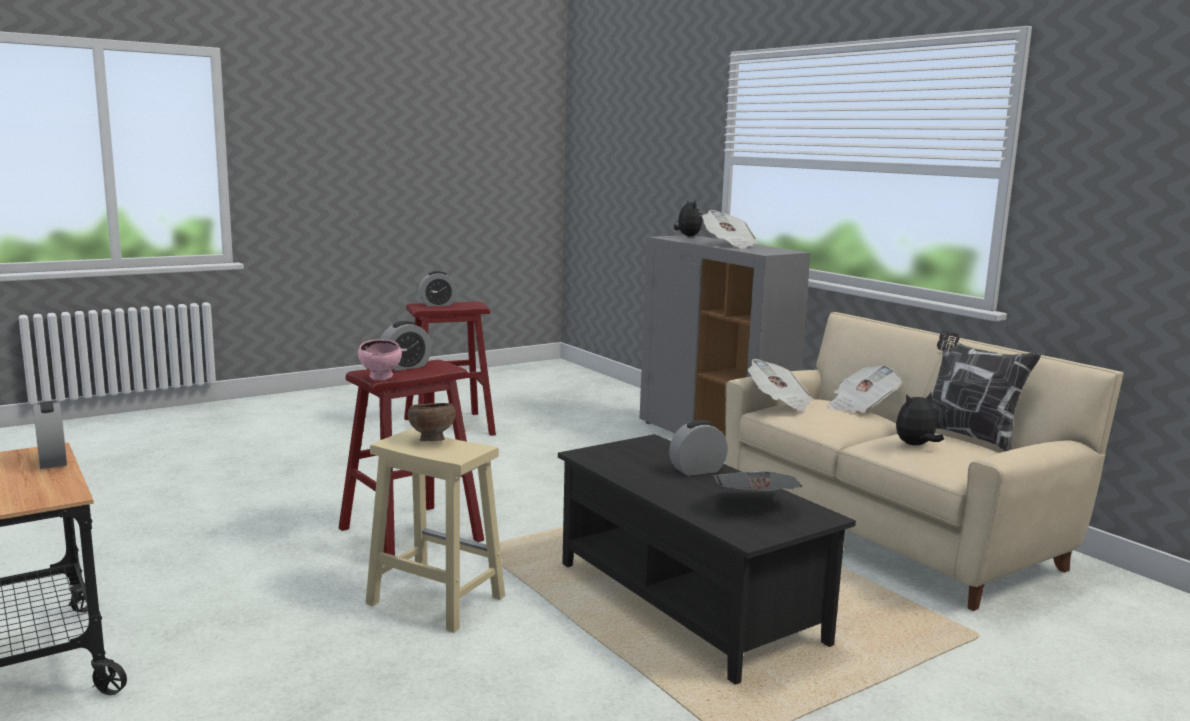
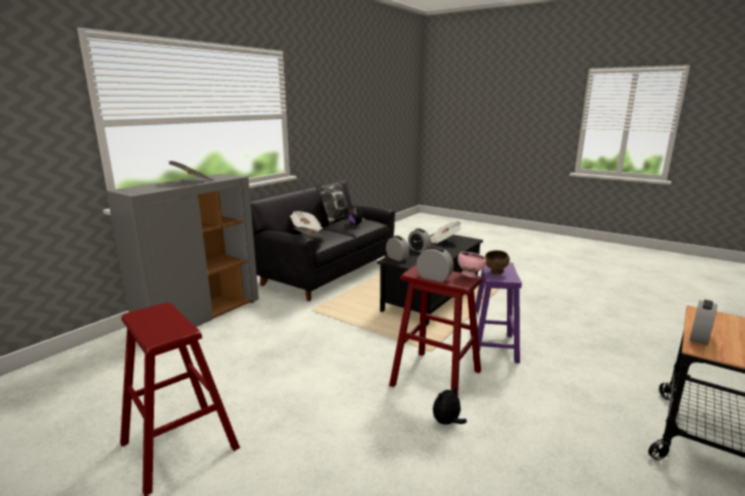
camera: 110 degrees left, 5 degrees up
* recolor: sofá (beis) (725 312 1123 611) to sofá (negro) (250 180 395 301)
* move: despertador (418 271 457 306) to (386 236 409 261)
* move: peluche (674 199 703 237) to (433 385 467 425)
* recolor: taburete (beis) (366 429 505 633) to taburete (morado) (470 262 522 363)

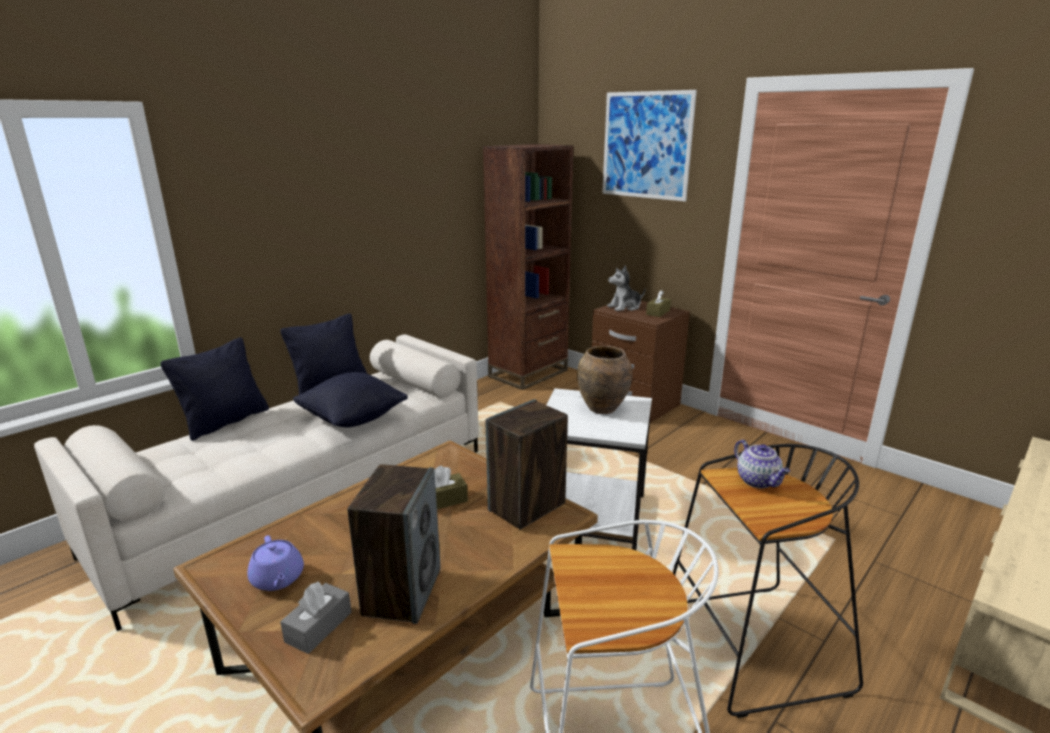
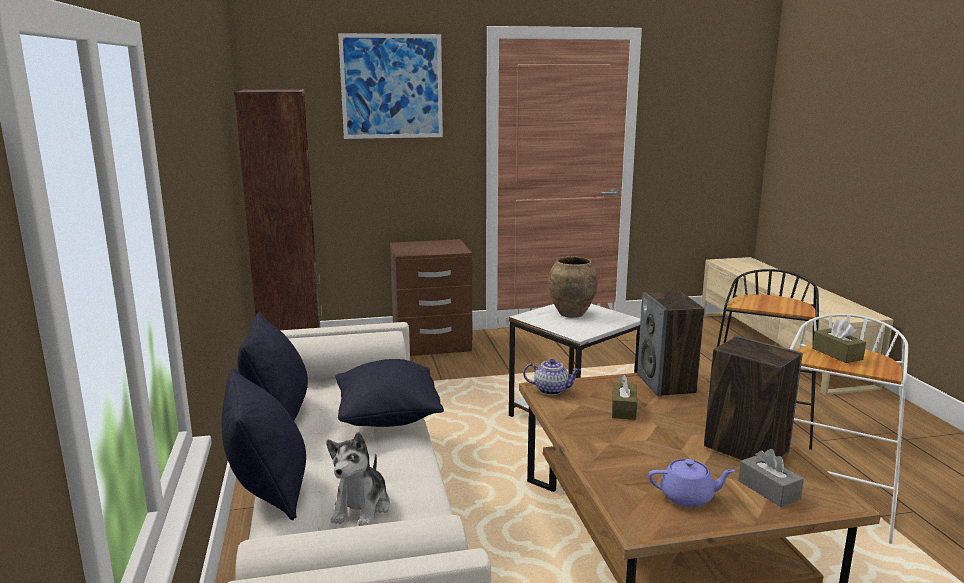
camera: 55 degrees left, 5 degrees down
* move: peluche (607 266 645 311) to (326 432 390 526)
* move: tetera (734 440 790 488) to (523 359 581 395)
* move: caja de pañuelos (marrón) (646 290 671 317) to (812 319 866 363)

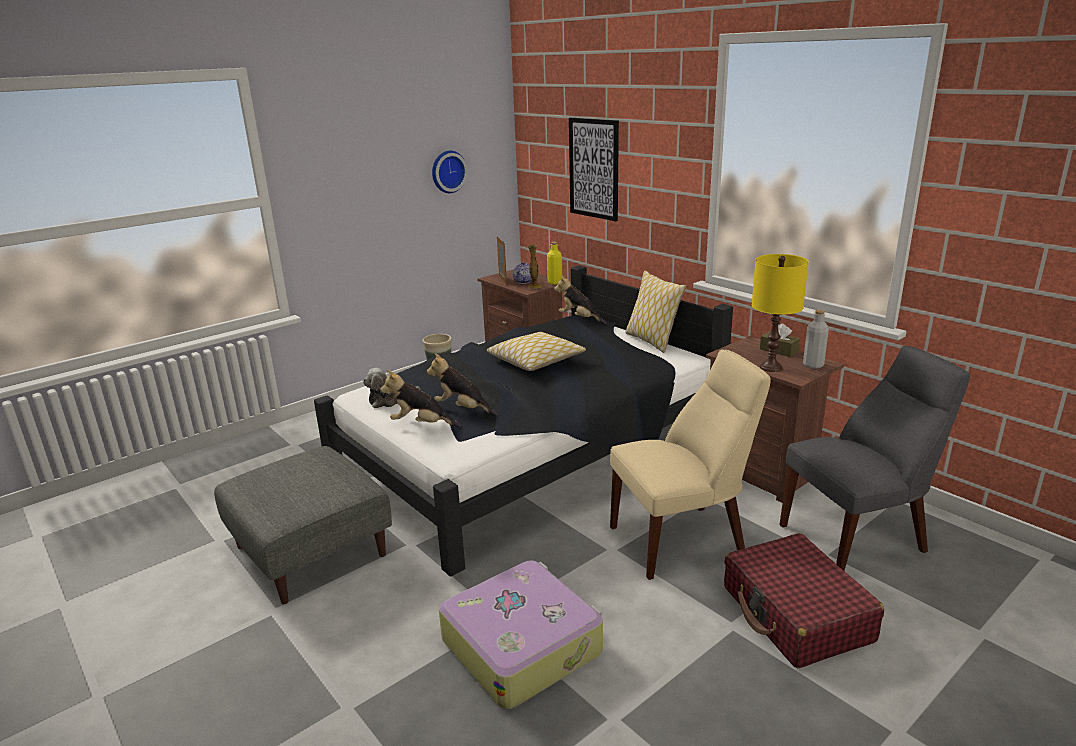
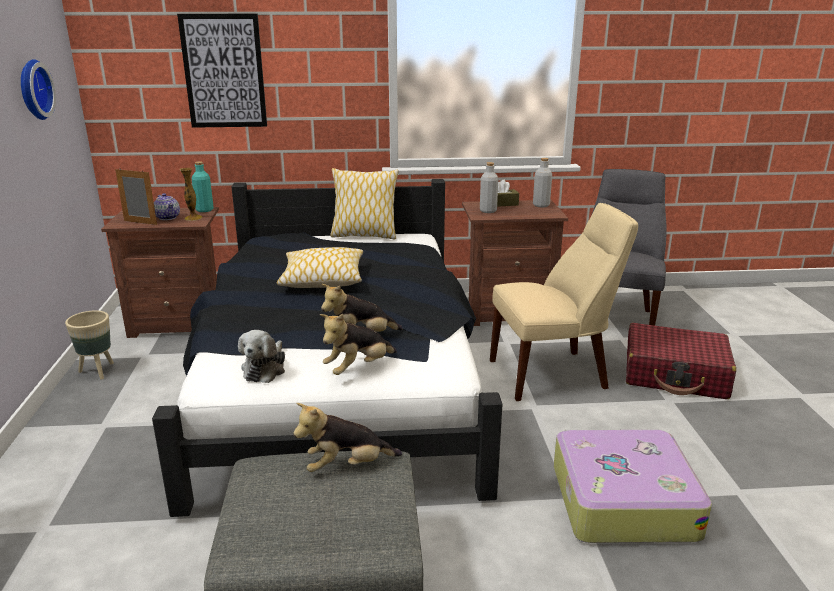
camera: 55 degrees left, 0 degrees up
* recolor: botella (amarillo) (547 242 562 285) to botella (turquesa) (192 162 214 212)
* move: peluche (554 275 606 324) to (293 403 402 472)
* insert: botella (gris) (480 162 498 213)
* rotate: silla (beis) (610 349 771 580) = (490 203 638 401) 60 degrees clockwise
* delete: lámpara de mesa (amarillo) (752 254 809 372)

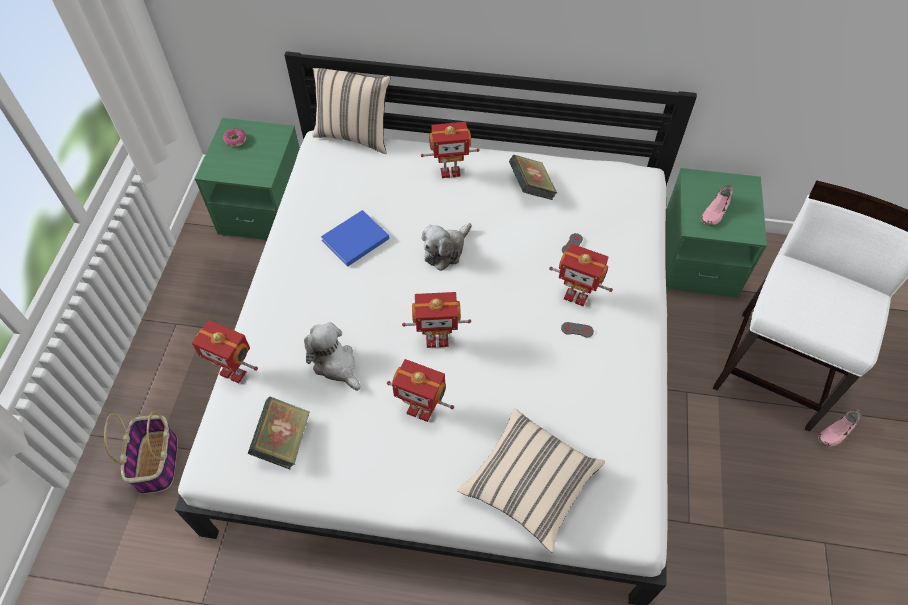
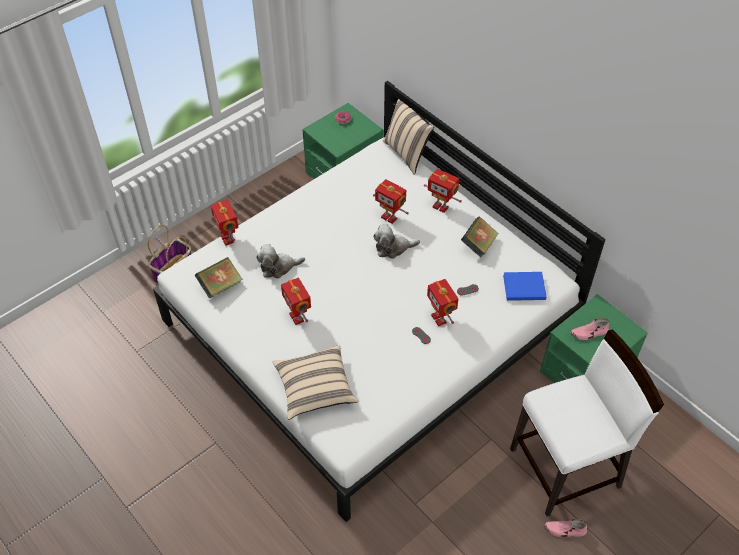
camera: 40 degrees right, 5 degrees down
* rotate: peluche (304 322 360 391) = (256 244 305 278) 105 degrees counterclockwise
* move: robot de juguete (402 292 471 348) to (373 179 409 224)
* move: libro (azul) (321 210 389 267) to (503 272 547 301)

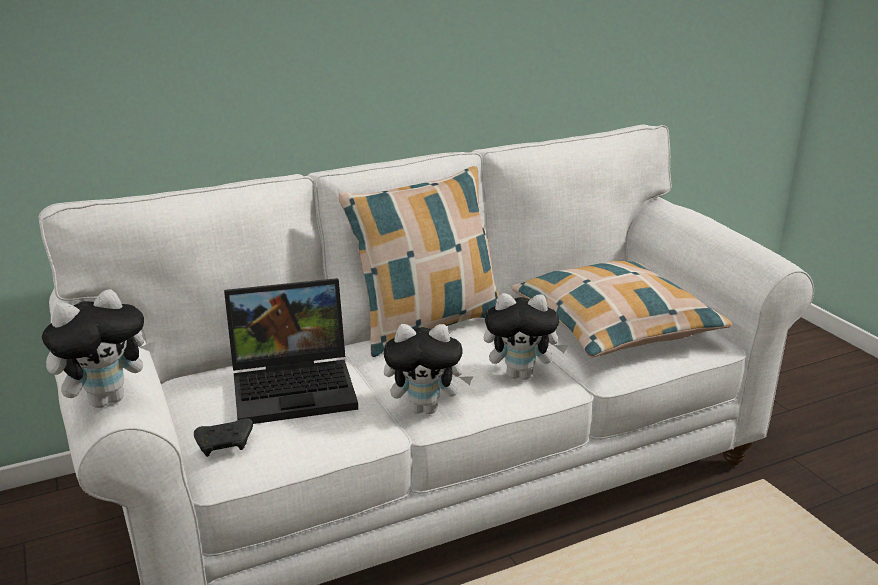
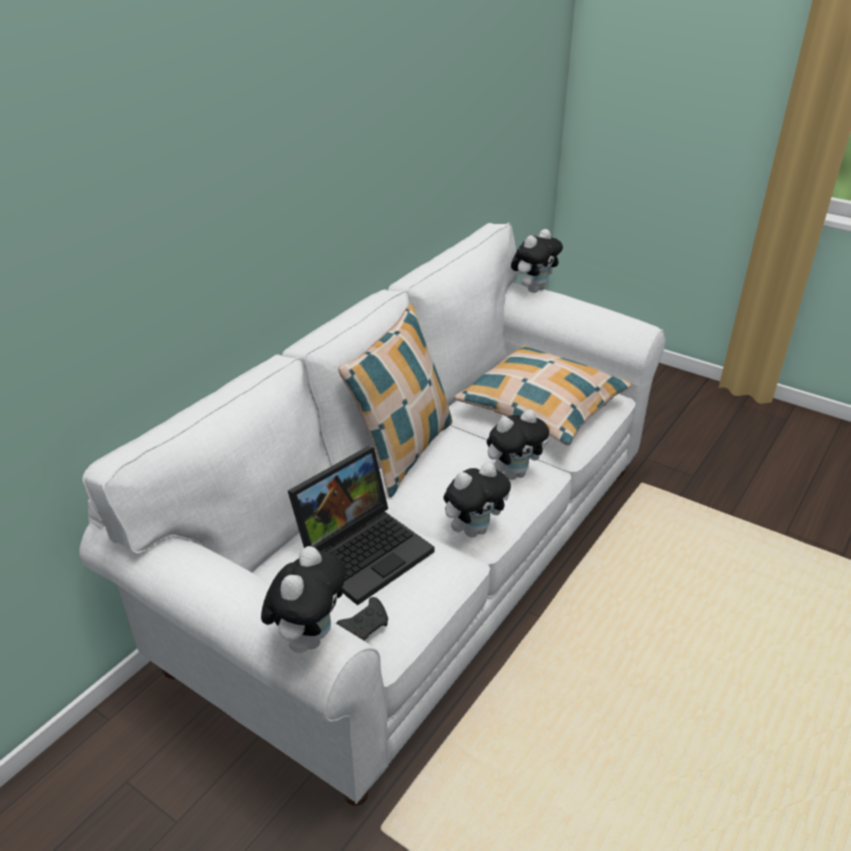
camera: 30 degrees left, 10 degrees up
* insert: peluche (511 229 563 293)

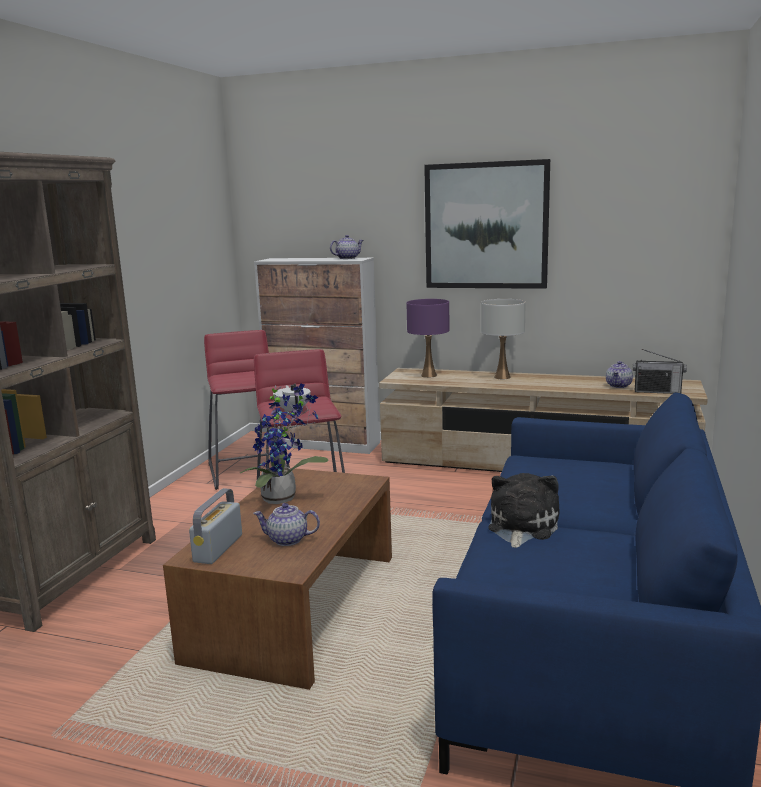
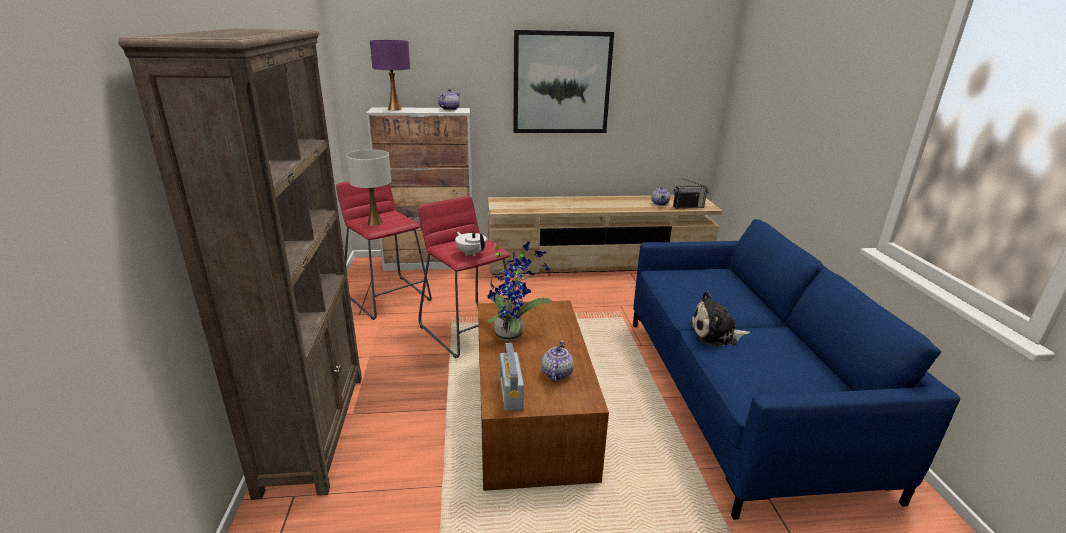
camera: 25 degrees left, 10 degrees up
* move: lámpara de mesa (blanco) (481 299 526 379) to (346 149 391 226)
* move: lámpara de mesa (morado) (406 299 449 378) to (370 40 410 111)
* rotate: tetera (253 503 320 546) = (541 340 574 381) 120 degrees clockwise
* rotate: peluche (489 473 559 548) = (689 291 750 346) 90 degrees counterclockwise

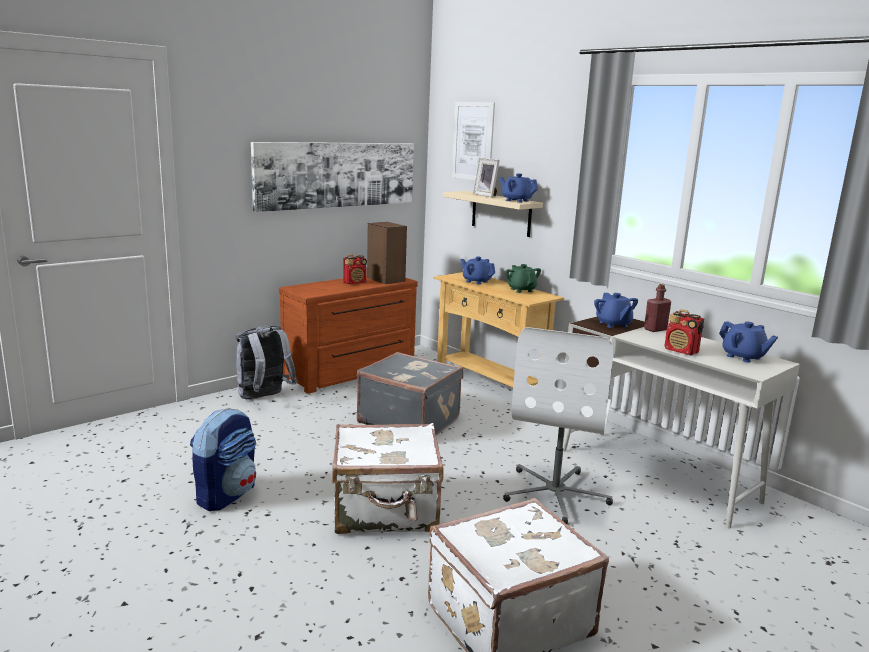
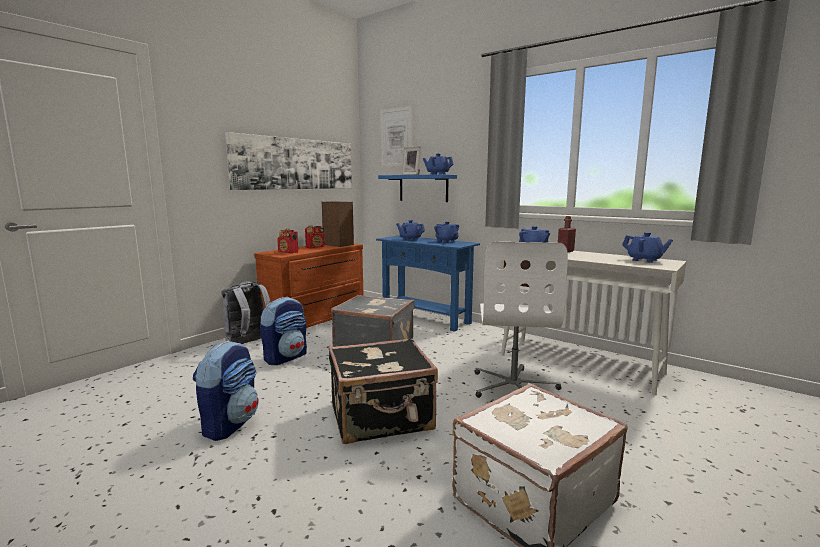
camera: 10 degrees left, 5 degrees down
* insert: mochila (260 297 307 365)
* move: radio (664 309 704 355) to (277 228 298 253)
* recolor: maleta (blanco) (332 423 444 534) to maleta (negro) (329 338 438 444)
* recolor: mesa consola (beis) (434 272 564 387) to mesa consola (azul) (376 235 480 332)
* recolor: estante (beis) (443 191 543 237) to estante (azul) (378 174 457 202)
* recolor: tetera (verde) (505 264 541 293) to tetera (azul) (434 221 459 243)

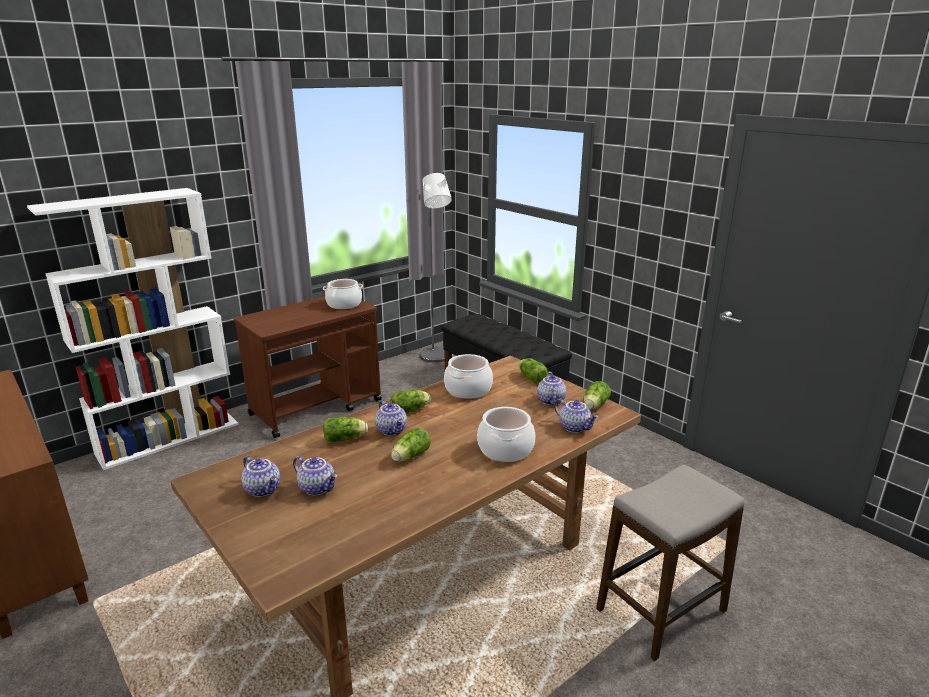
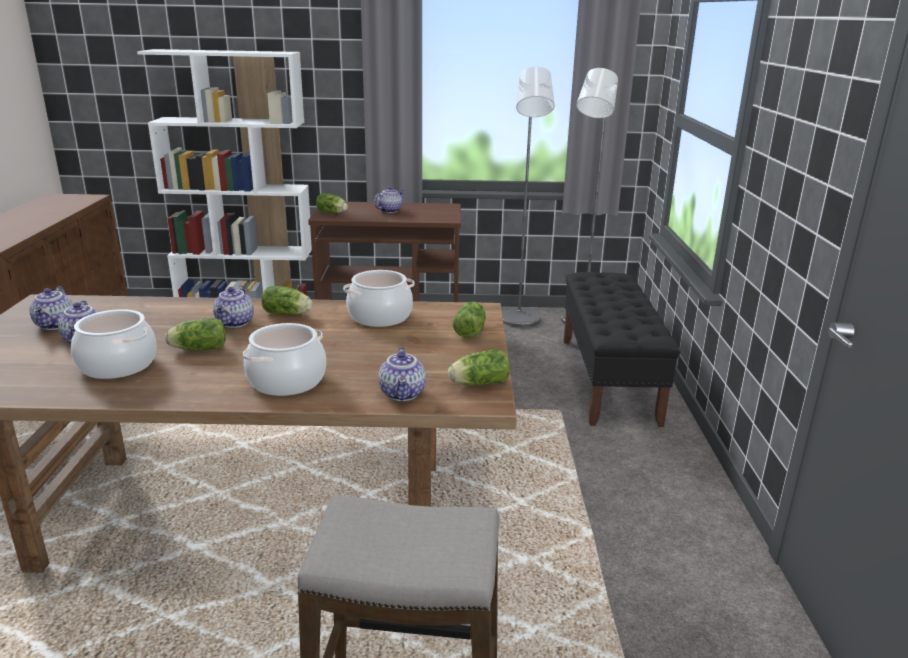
camera: 40 degrees right, 0 degrees up
* move: olla (323 279 363 309) to (71 309 157 379)
* move: lechuga (323 417 368 442) to (316 193 348 213)
* move: tetera (537 372 566 405) to (374 186 405 213)
* insert: lámpara de pie (gris) (502 67 555 328)

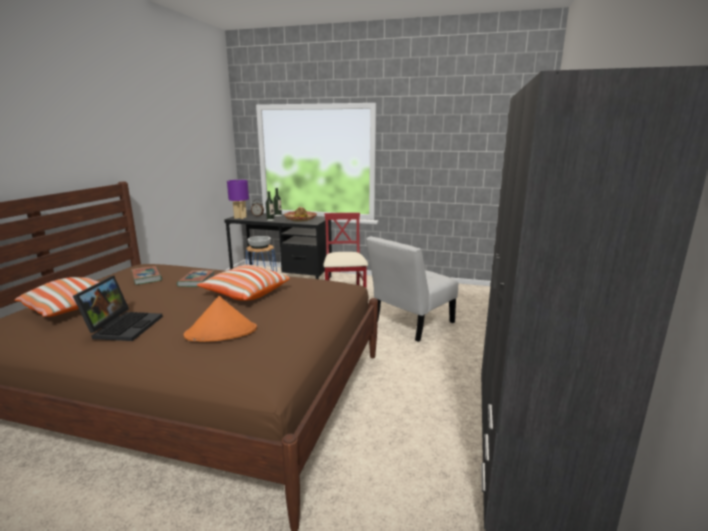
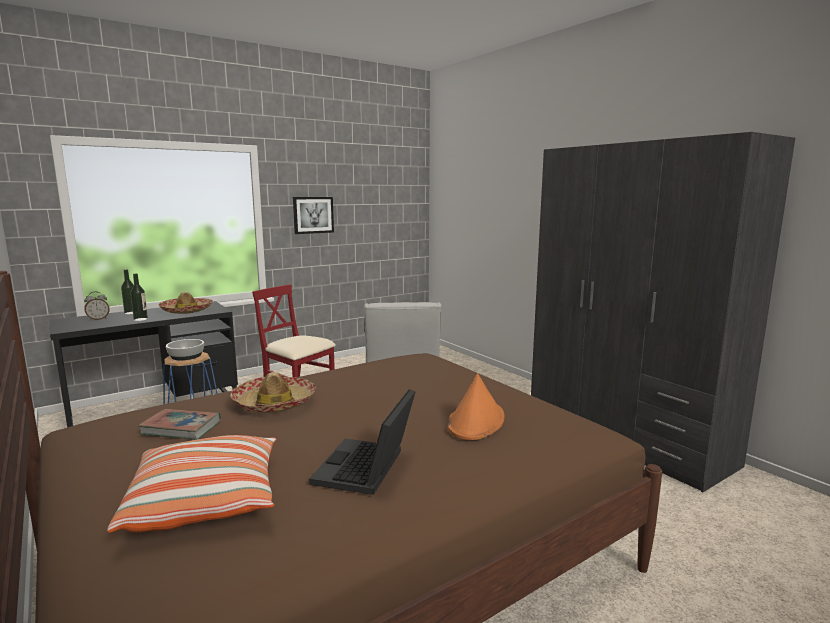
camera: 50 degrees left, 5 degrees down
* replace: libro (177 270 215 287) to sombrero (231 372 316 413)
* insert: cuadro (293 197 334 234)
* rotate: portátil (73 276 163 341) = (309 389 415 495) 120 degrees counterclockwise
* delete: cojín (197 265 290 301)
* delete: lámpara de mesa (morado) (227 180 249 219)

